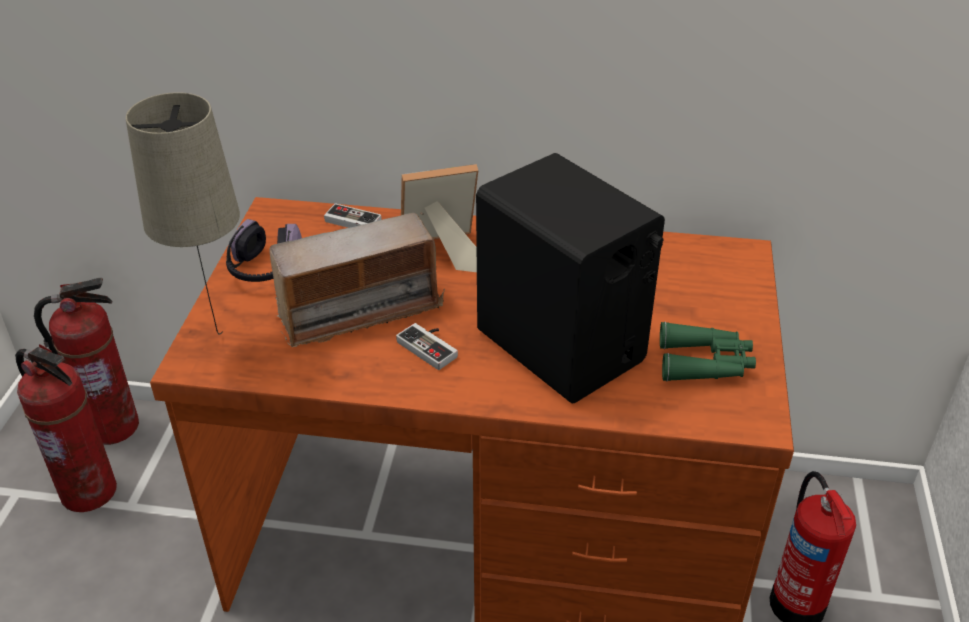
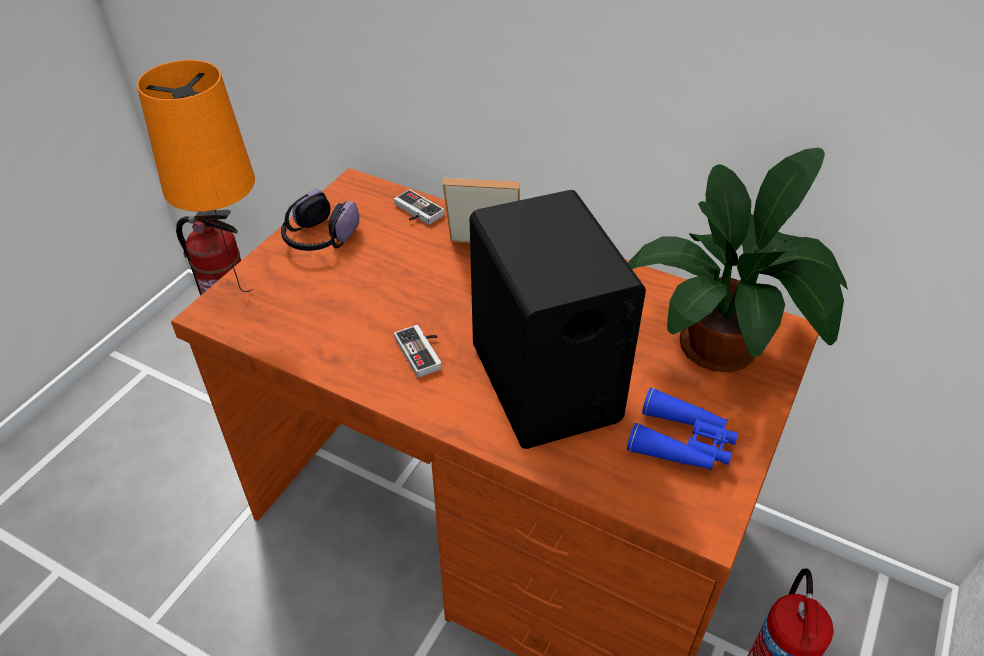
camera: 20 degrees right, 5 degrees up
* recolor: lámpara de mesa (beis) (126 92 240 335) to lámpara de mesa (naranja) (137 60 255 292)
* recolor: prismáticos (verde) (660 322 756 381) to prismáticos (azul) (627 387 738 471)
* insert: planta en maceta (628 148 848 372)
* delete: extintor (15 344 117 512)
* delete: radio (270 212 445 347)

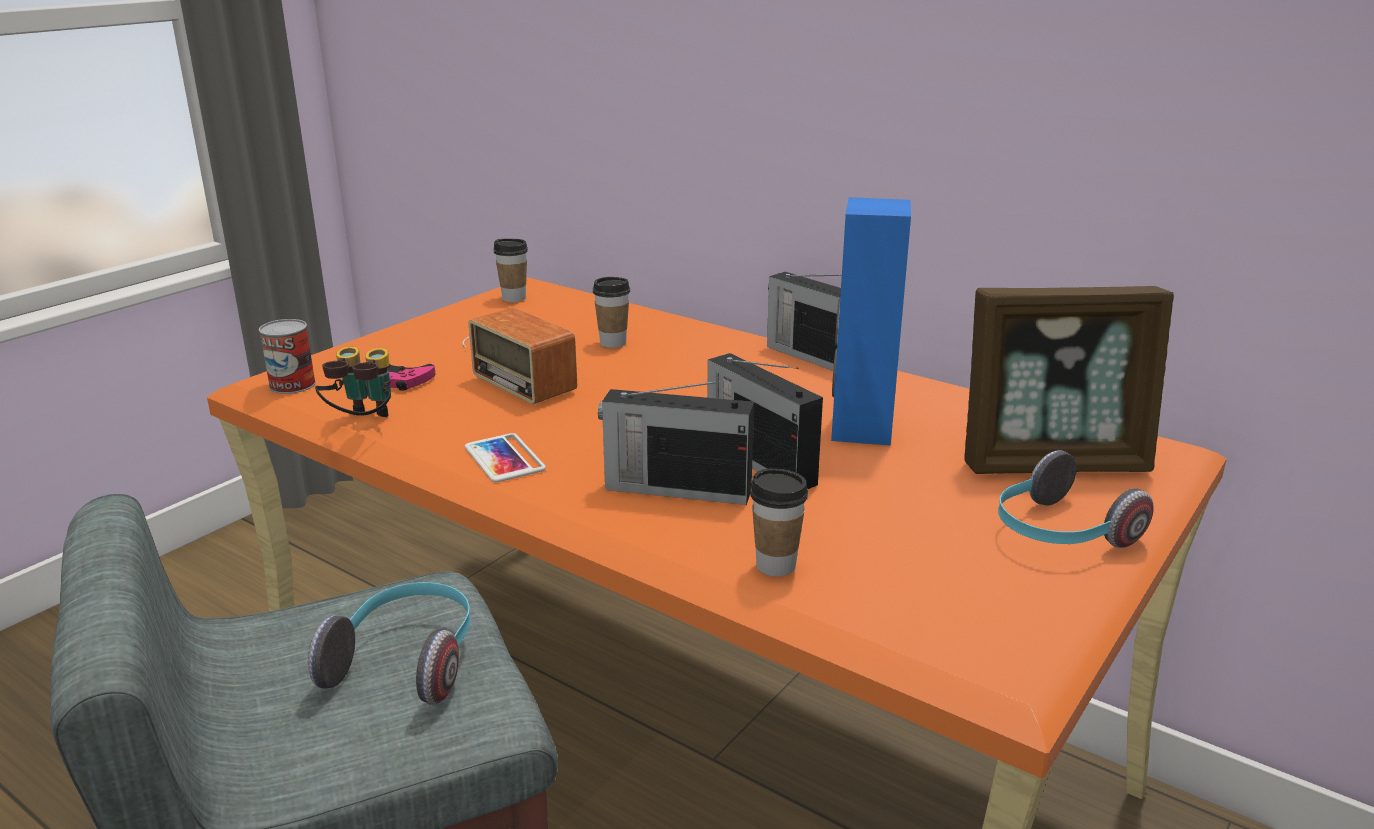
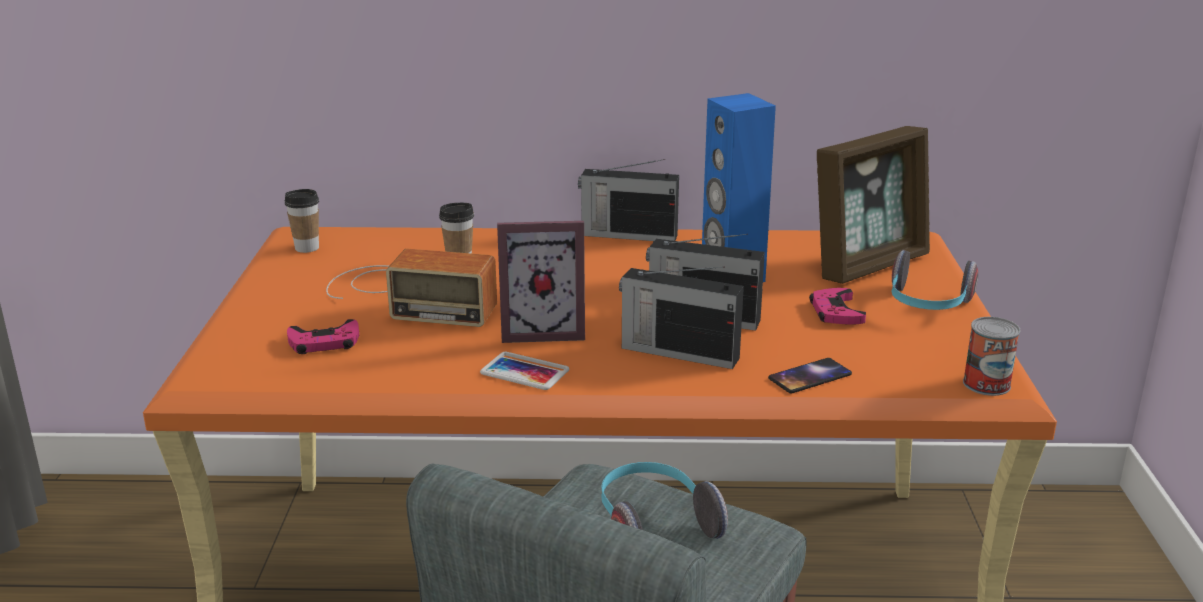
camera: 35 degrees left, 0 degrees up
* insert: portarretratos (497 221 585 343)
* rotate: radio (598 379 754 505) = (619 267 744 369) 45 degrees clockwise
* replace: taza (750 469 808 577) to móvil (768 358 852 393)
* insert: mando de consola (rosa) (809 288 866 325)
* move: lata (259 319 316 394) to (963 317 1020 396)
* delete: prismáticos (315 346 391 417)

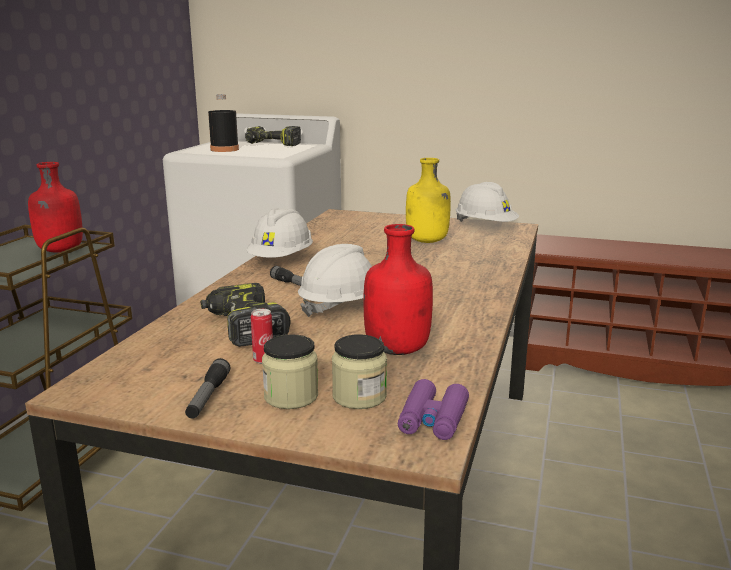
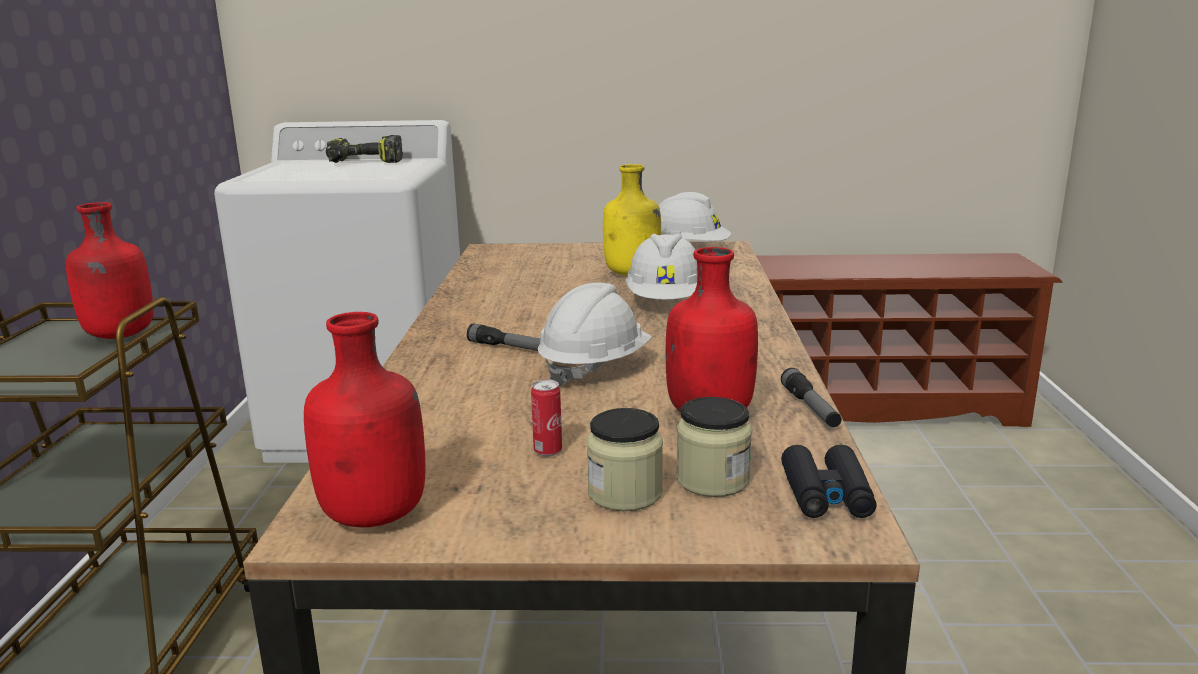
camera: 15 degrees left, 0 degrees up
* insert: botella (rojo) (304 312 426 527)
* move: casco (blanco) (246 208 313 258) to (626 233 697 300)
* move: linterna (185 358 230 419) to (781 368 842 427)
* recolor: prismáticos (morado) (398 379 469 440) to prismáticos (negro) (781 445 877 518)
* delete: taladro (201 283 291 347)
* delete: botella (negro) (208 94 239 152)

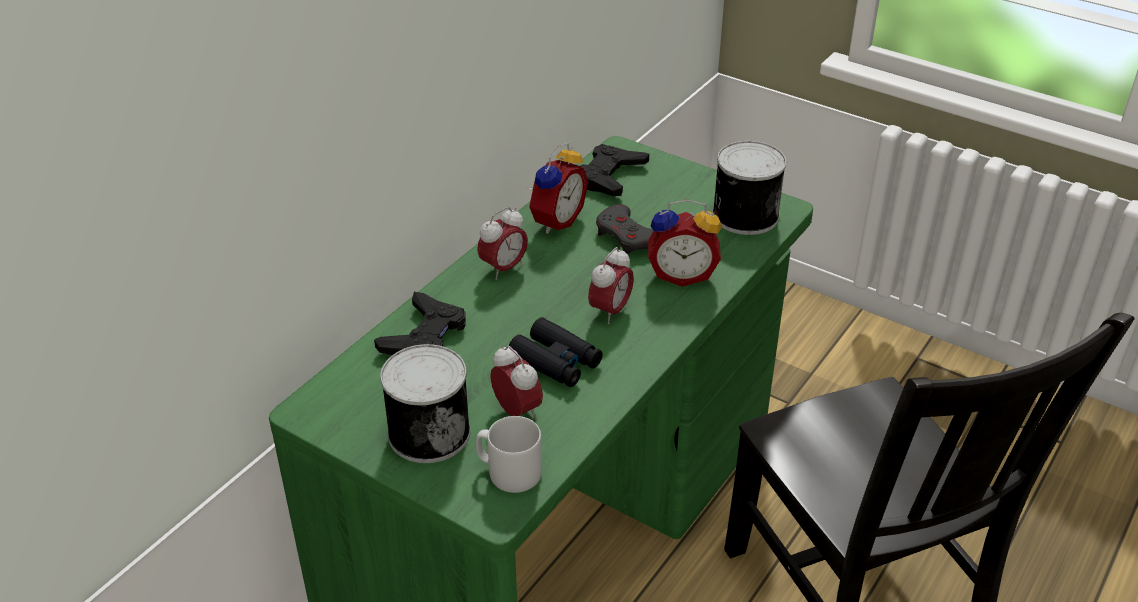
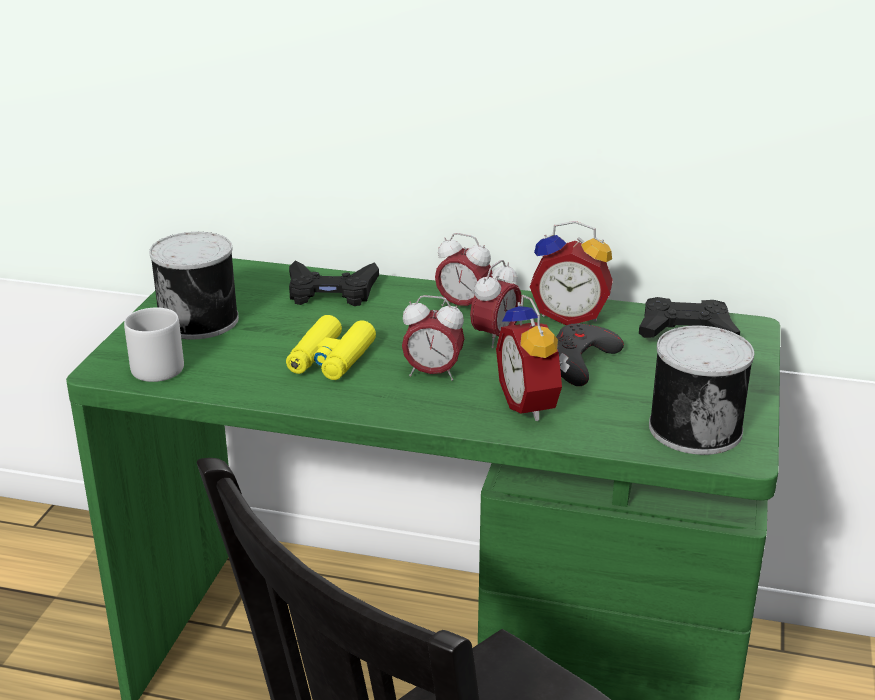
camera: 70 degrees right, 10 degrees down
* recolor: prismáticos (negro) (509 317 603 387) to prismáticos (amarillo) (286 315 376 380)
* move: despertador (490 345 543 420) to (470 260 522 348)

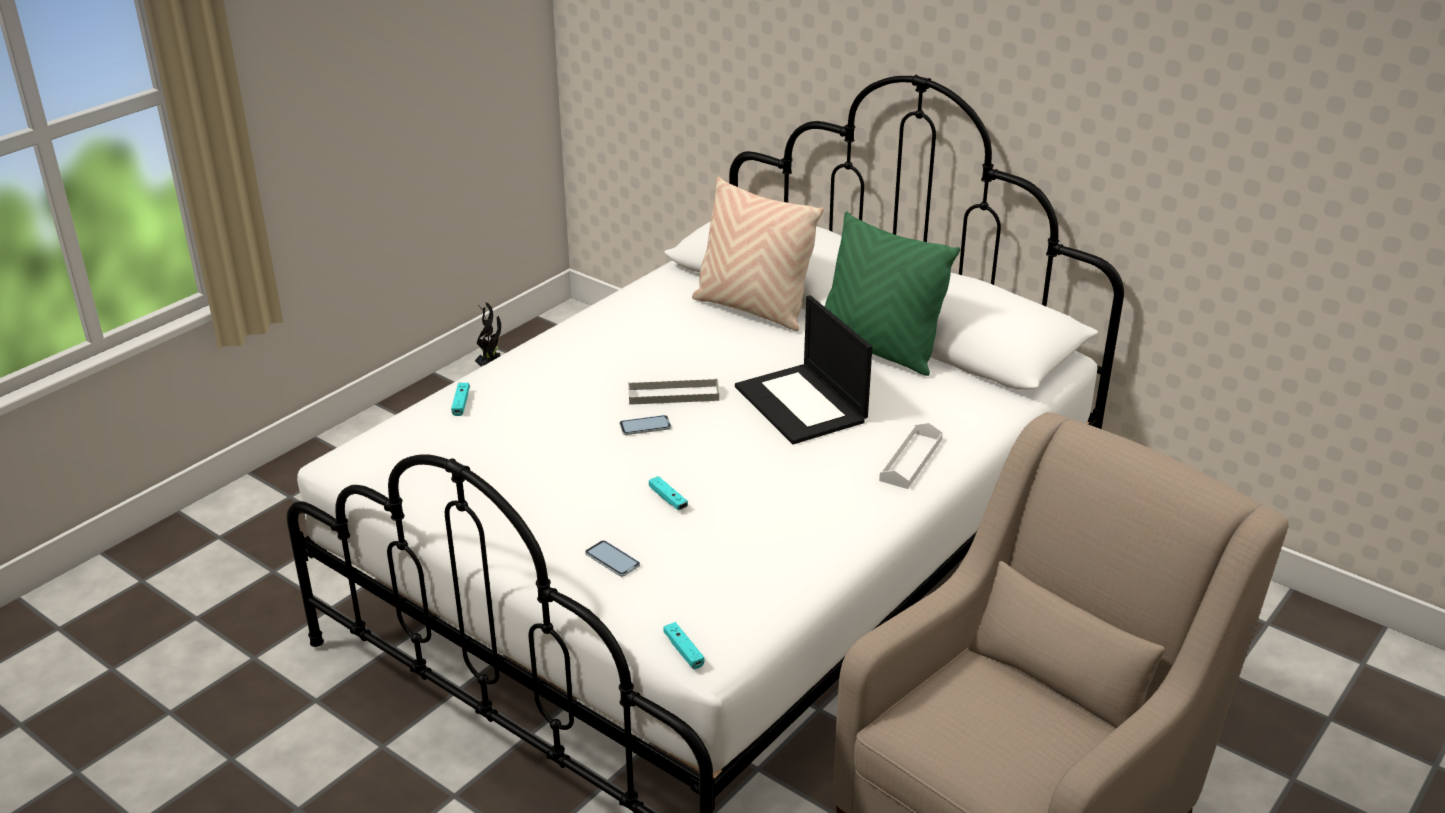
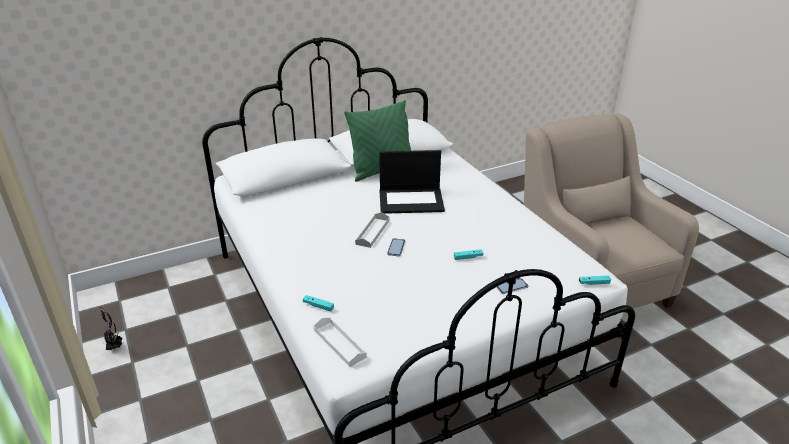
camera: 65 degrees left, 0 degrees up
* move: bandeja (blanco) (879 423 943 489) to (314 317 367 367)
* delete: cojín (beis) (692 177 824 331)

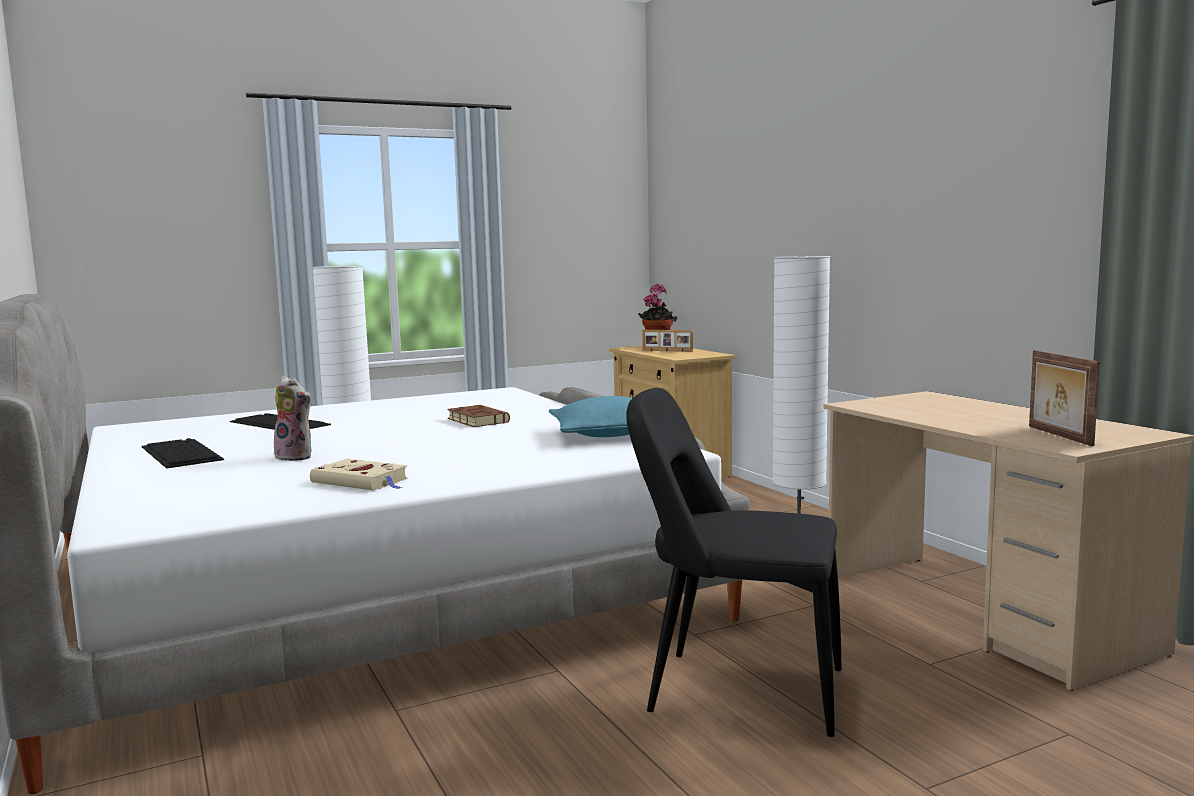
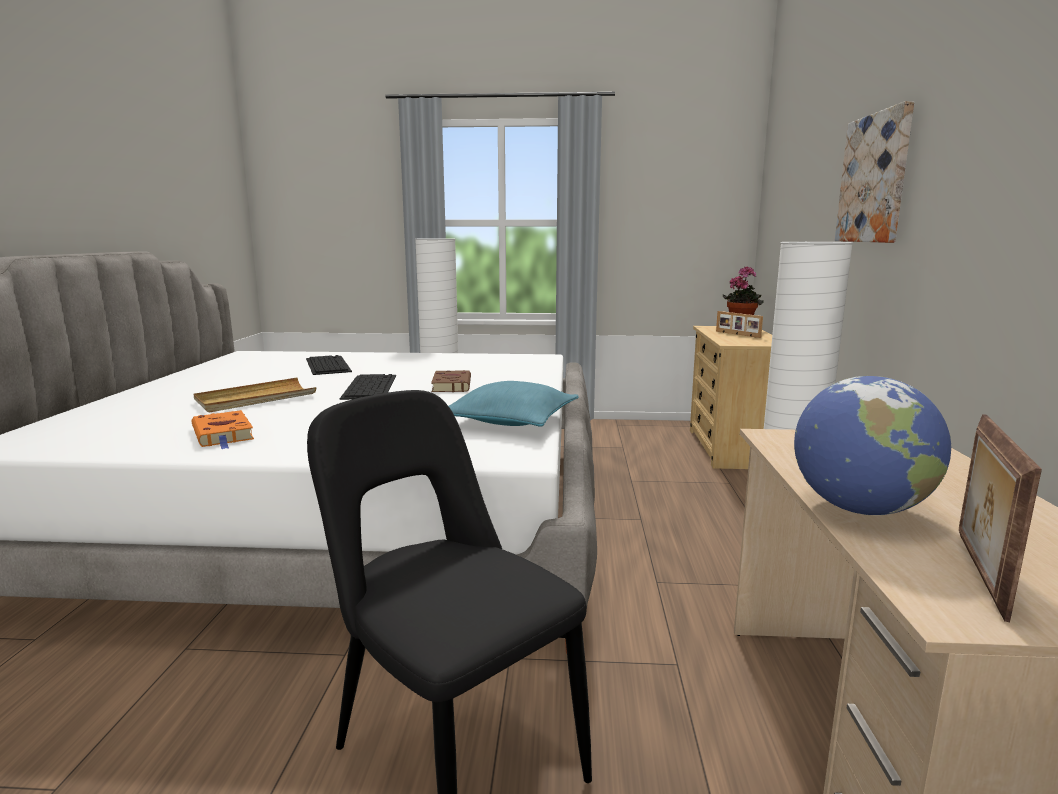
camera: 30 degrees right, 5 degrees up
* recolor: libro (beis) (310 459 408 490) to libro (naranja) (192 410 254 449)
* replace: peluche (274 376 312 461) to bandeja (beis) (193 377 316 412)
* move: teclado (142 438 224 469) to (340 374 396 400)
* insert: globo terráqueo (794 376 951 515)
* insert: cuadro (835 101 915 243)

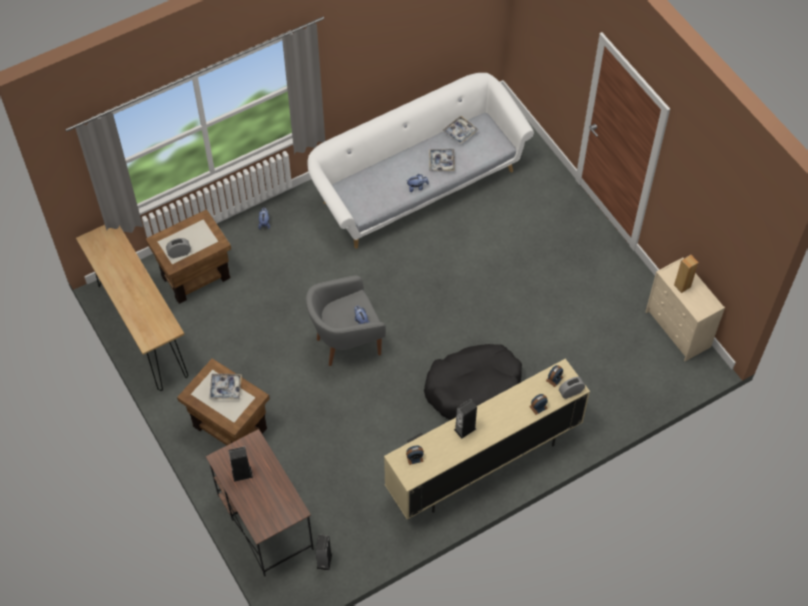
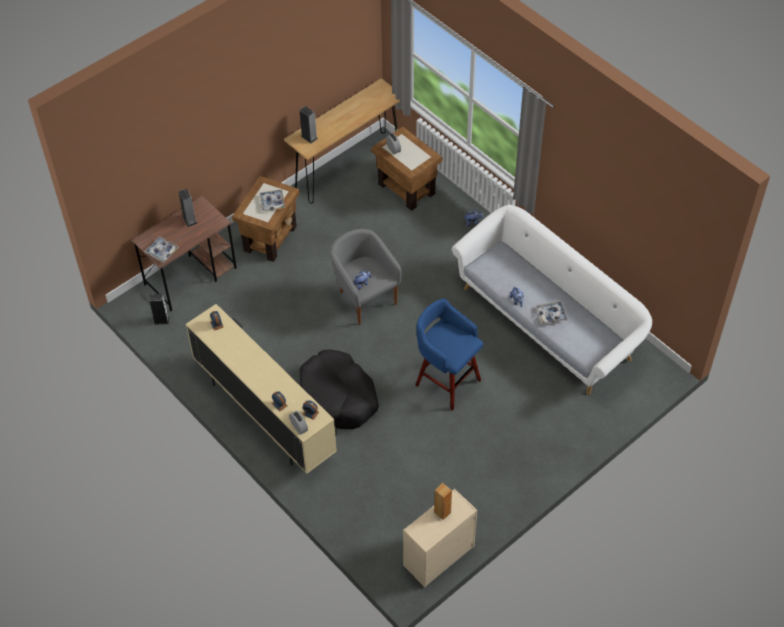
camera: 80 degrees right, 5 degrees down
* move: bandeja (443 116 478 144) to (144 236 179 262)
* move: altavoz (454 399 477 439) to (300 106 318 143)
* insert: taburete (azul) (415 298 483 411)

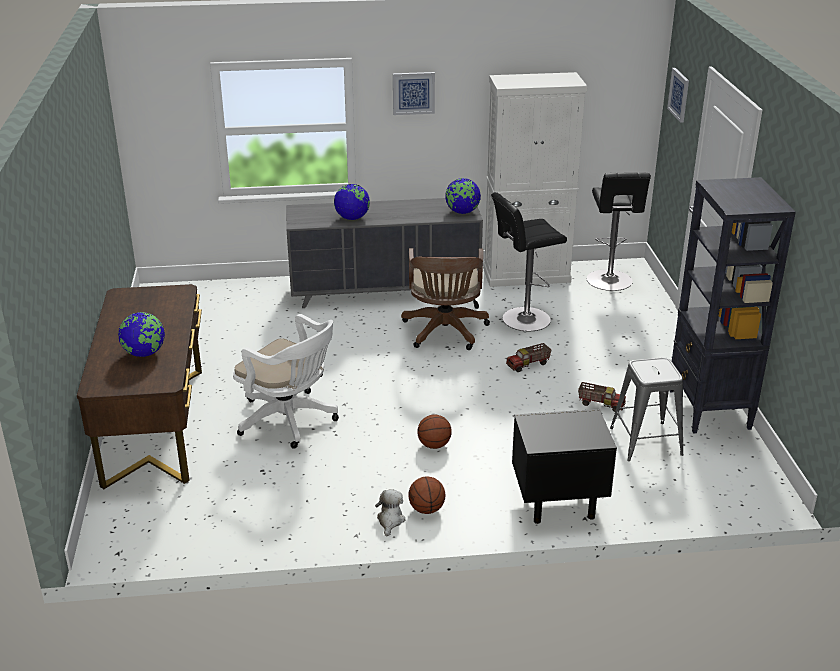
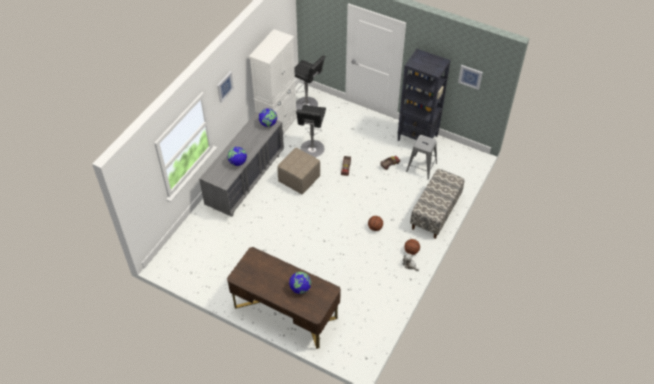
camera: 55 degrees left, 20 degrees up
* replace: silla de oficina (marrón) (401 248 490 350) to puf (beis) (277 148 320 195)
* replace: mesita de noche (negro) (512 409 617 524) to banco (410 169 465 239)
* move: cuadro (667 68 689 123) to (458 65 483 90)
* delete: silla de oficina (blanco) (233 314 339 449)

